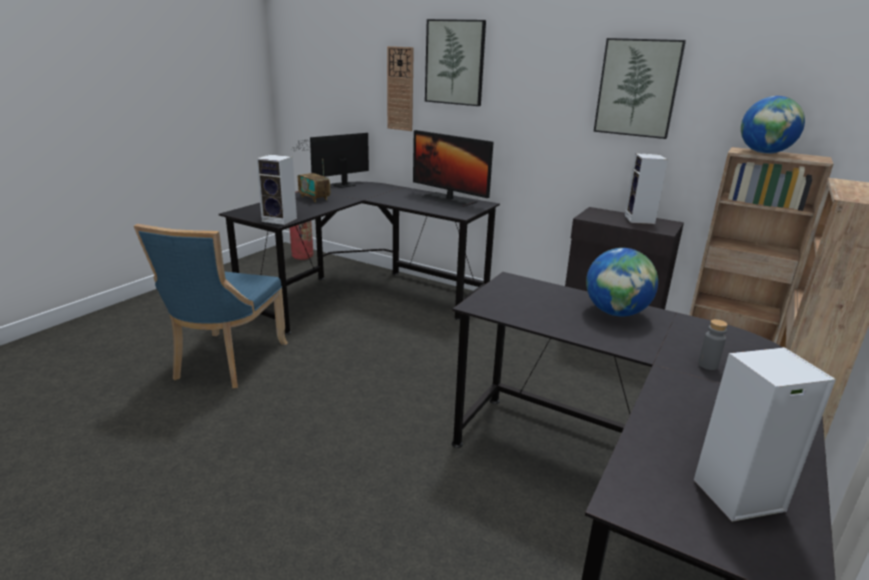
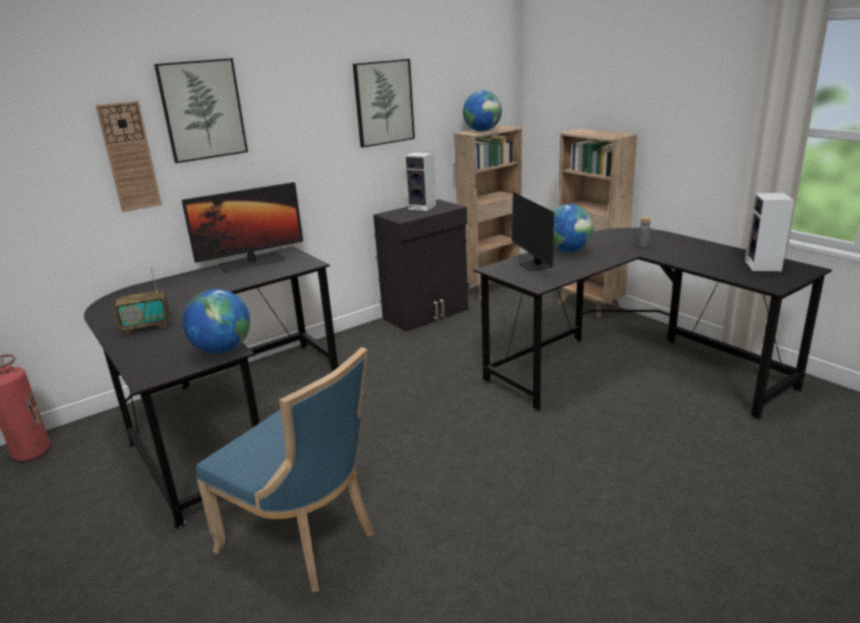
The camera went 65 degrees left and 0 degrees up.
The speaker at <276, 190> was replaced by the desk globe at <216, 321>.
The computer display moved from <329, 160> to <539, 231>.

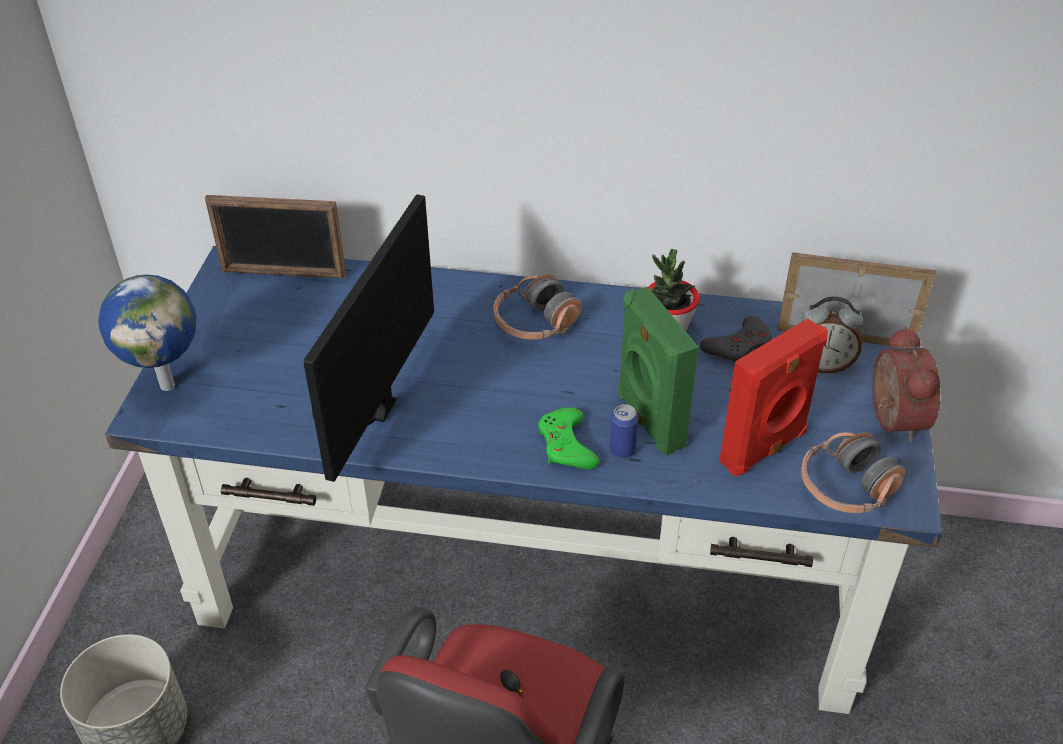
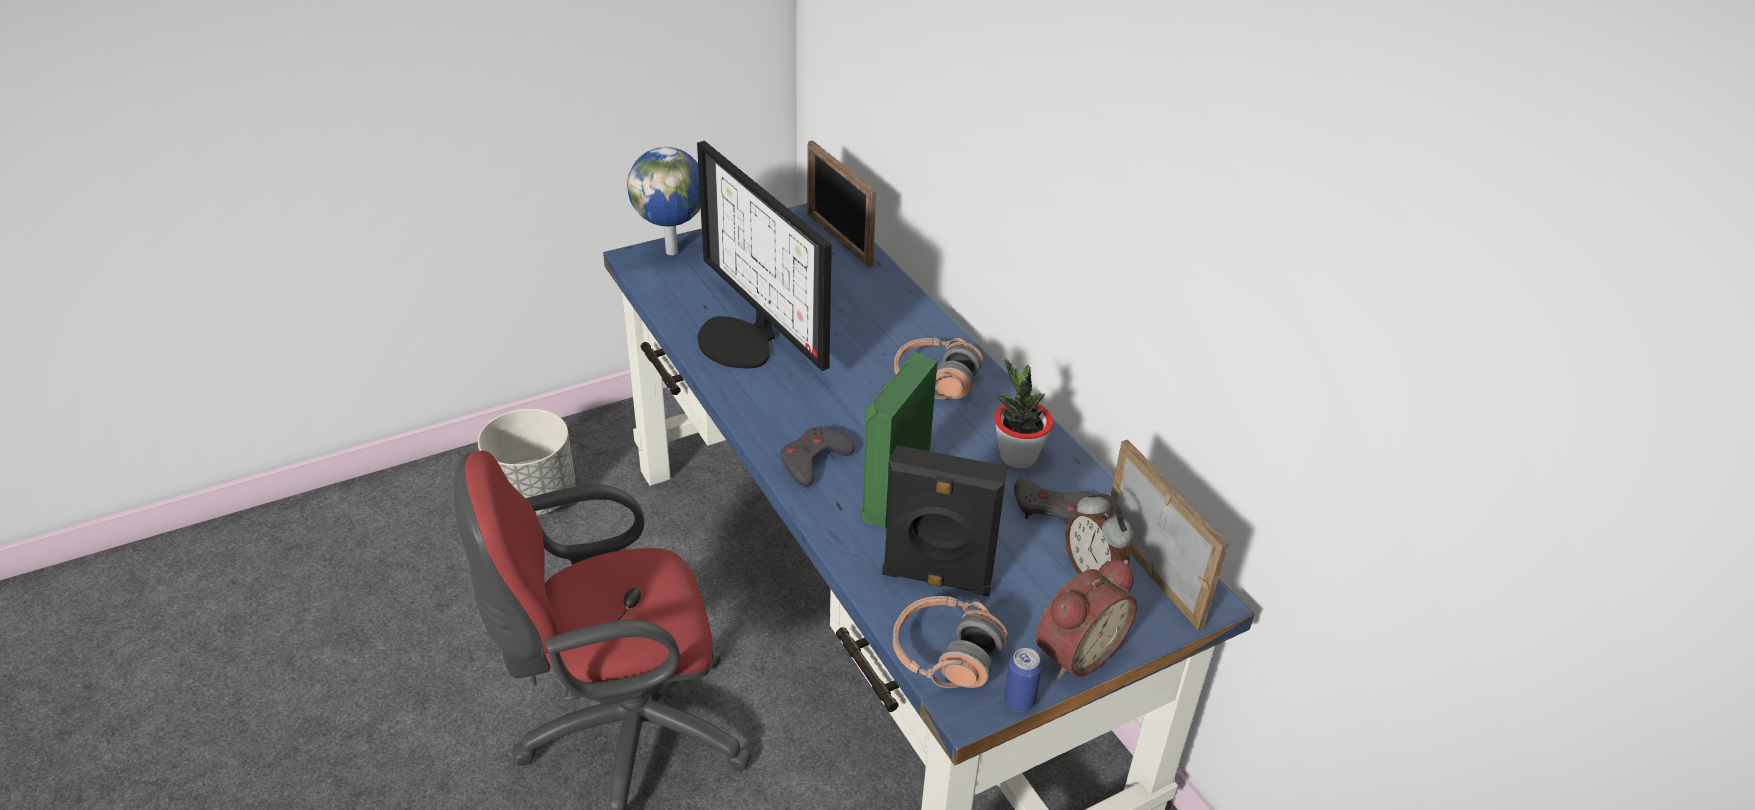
The camera went 50 degrees right and 5 degrees down.
The computer display at <368, 338> turned 105 degrees counterclockwise.
The greenish game controller at <568, 438> became the grey game controller at <818, 456>.
The red speaker at <773, 398> became the black speaker at <944, 521>.
The can moved from <623, 431> to <1023, 680>.

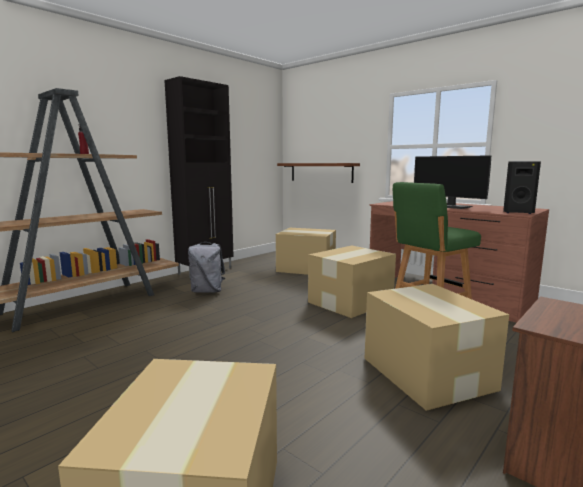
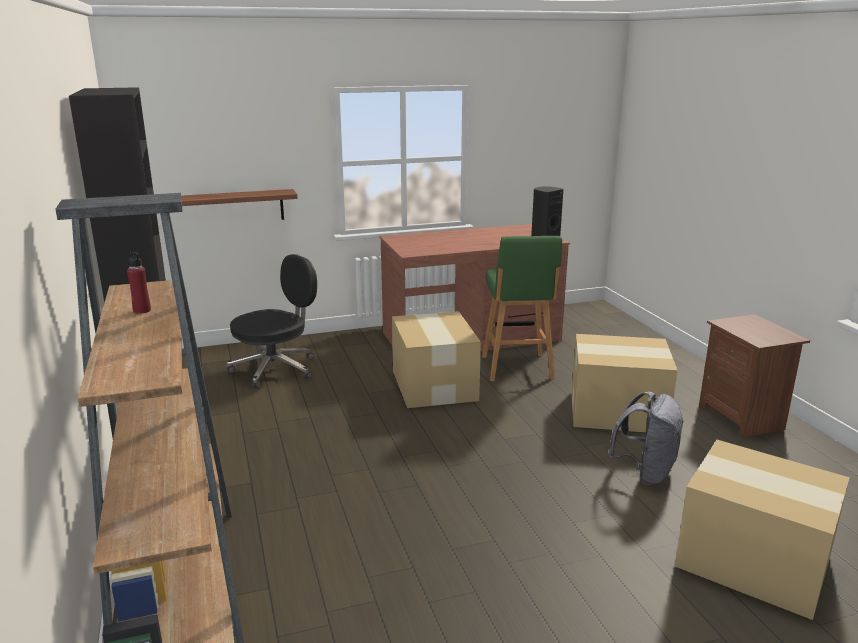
The camera went 60 degrees left and 10 degrees up.
The cardboard box at <306, 251> was replaced by the black computer chair at <272, 321>.
The grey knapsack moved from <206, 267> to <646, 438>.
The computer display at <452, 182> disappeared.

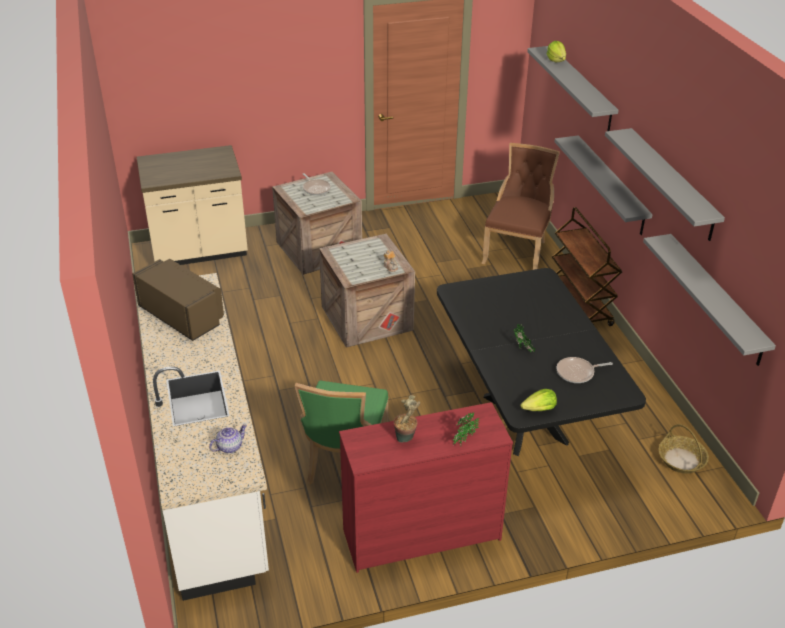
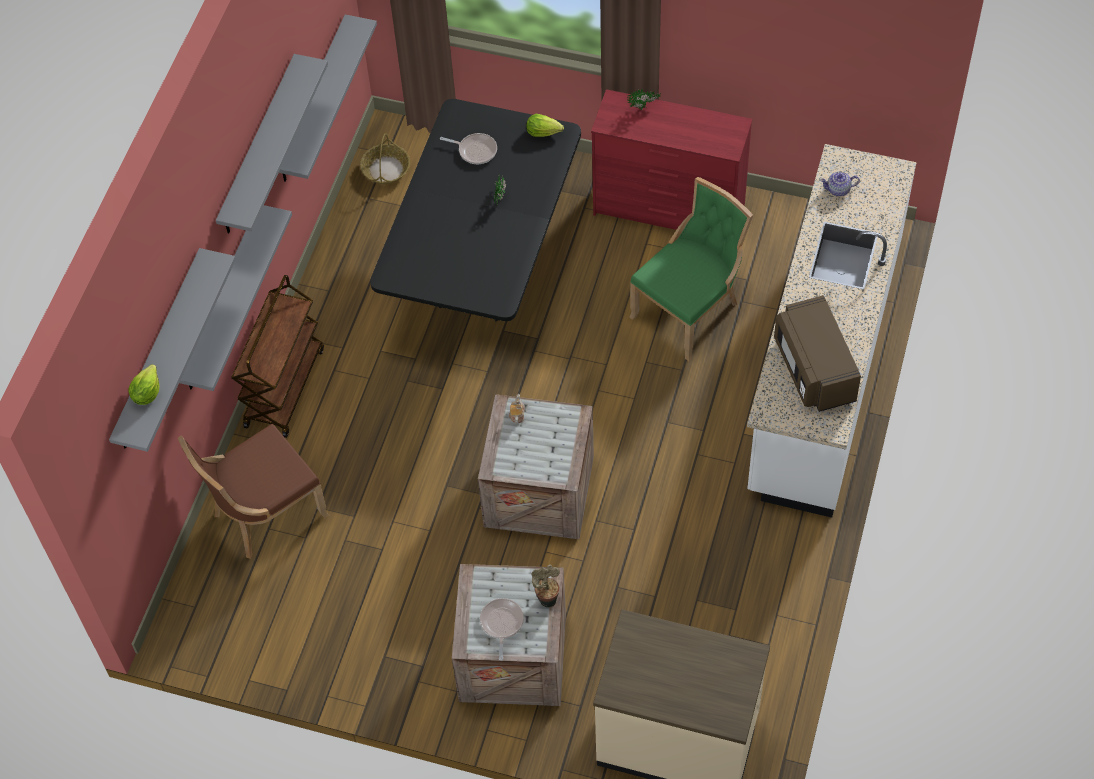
The camera went 145 degrees left and 20 degrees up.
The plant in a pot moved from <407, 418> to <545, 585>.

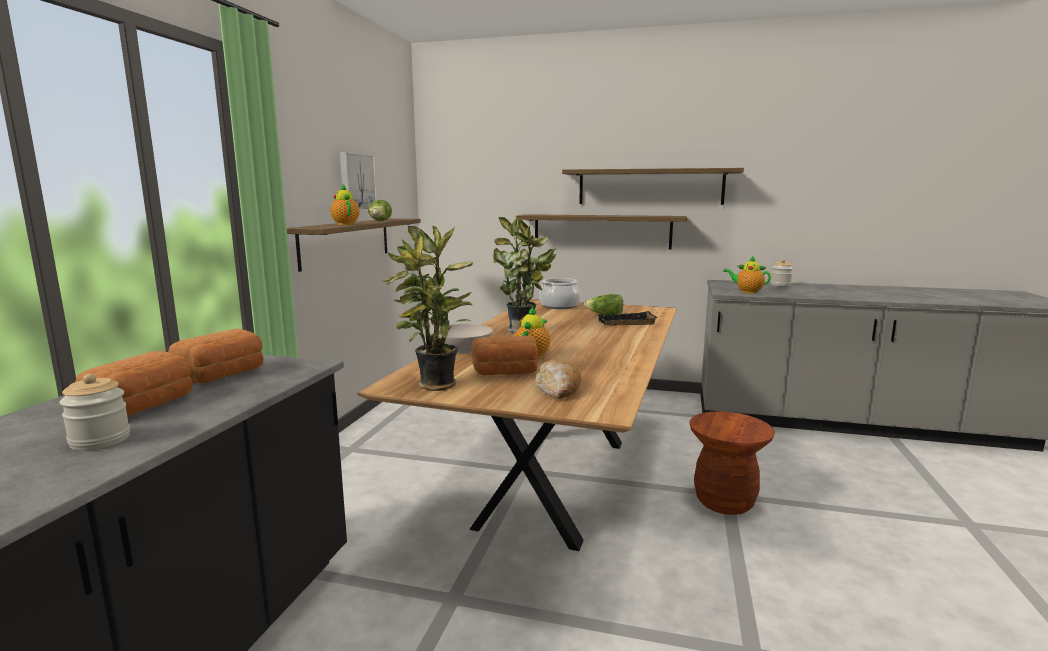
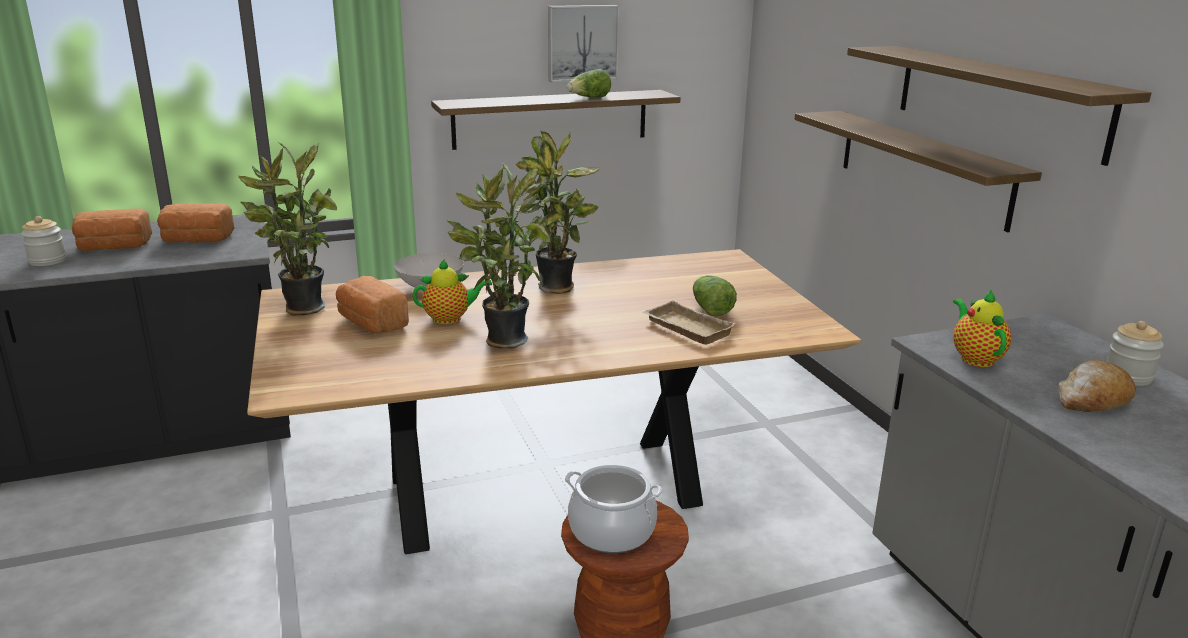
The camera went 55 degrees right and 10 degrees up.
The plant in a pot at <498, 255> appeared.
The saucepot moved from <560, 293> to <613, 509>.
The black serving tray at <627, 318> became the beige-coloured serving tray at <689, 323>.
The bread moved from <558, 379> to <1097, 386>.
The teapot at <344, 204> disappeared.

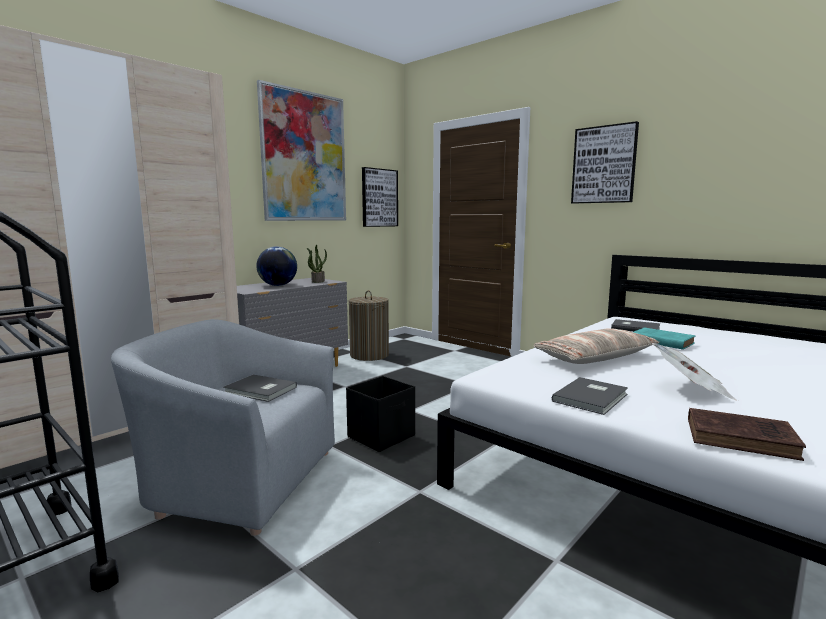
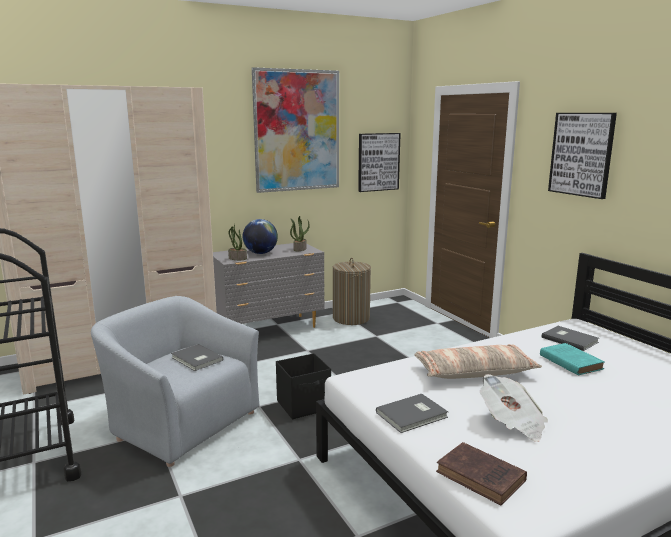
The camera went 20 degrees right and 5 degrees up.
The plant in a pot at <237, 242> appeared.

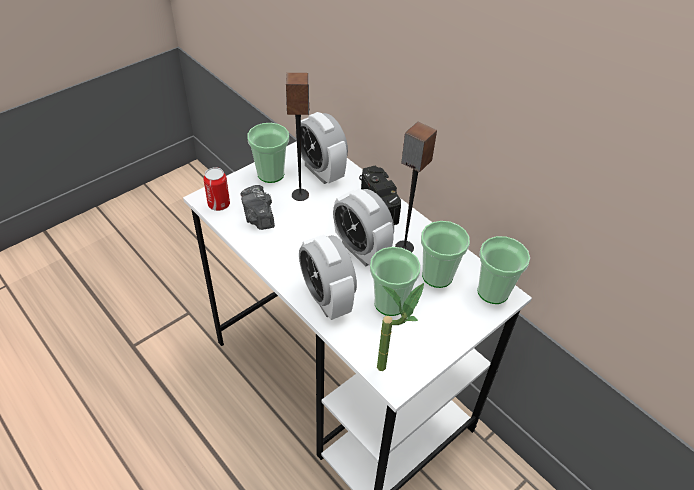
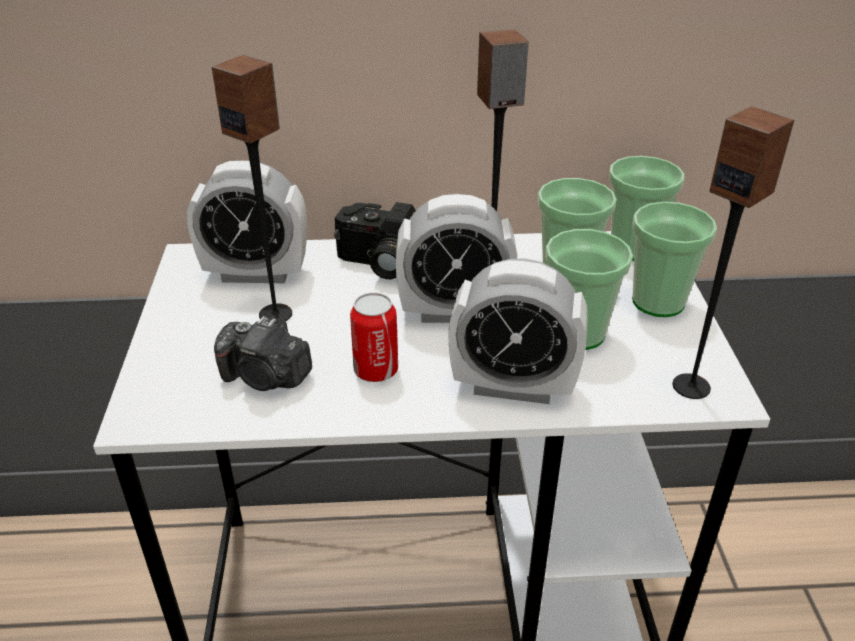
The camera went 50 degrees left and 10 degrees down.
The can moved from <217, 189> to <374, 337>.
The small cup moved from <268, 153> to <674, 259>.
The plant in a pot at <400, 327> was replaced by the speaker at <734, 252>.

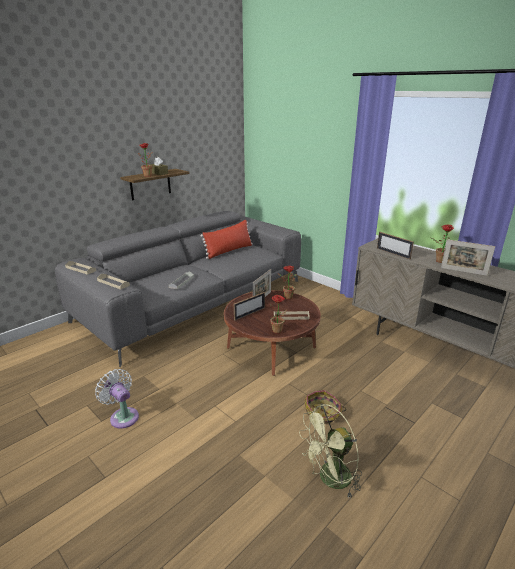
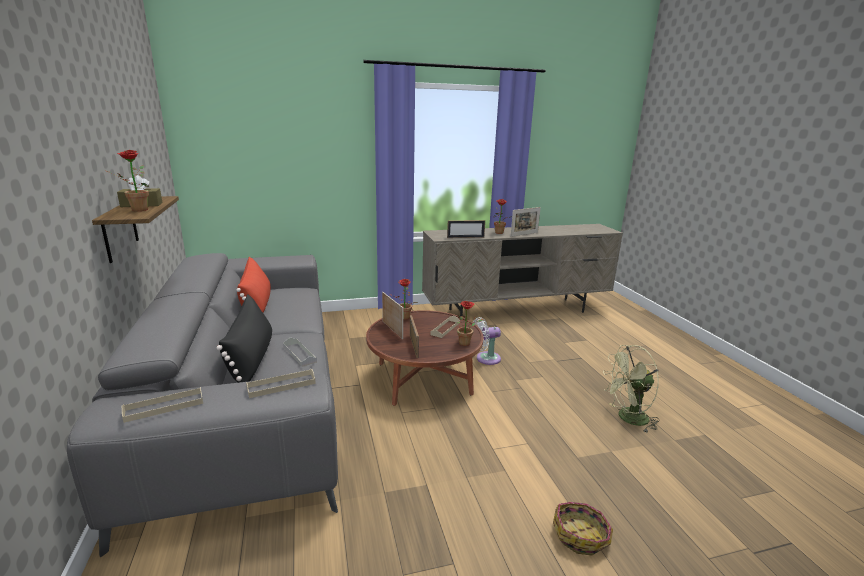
The camera went 60 degrees left and 5 degrees down.
The black throw pillow at <244, 338> appeared.
The white electric fan moved from <117, 399> to <487, 341>.
The household basket moved from <325, 407> to <583, 528>.
The greenish electric fan at <330, 451> turned 75 degrees clockwise.

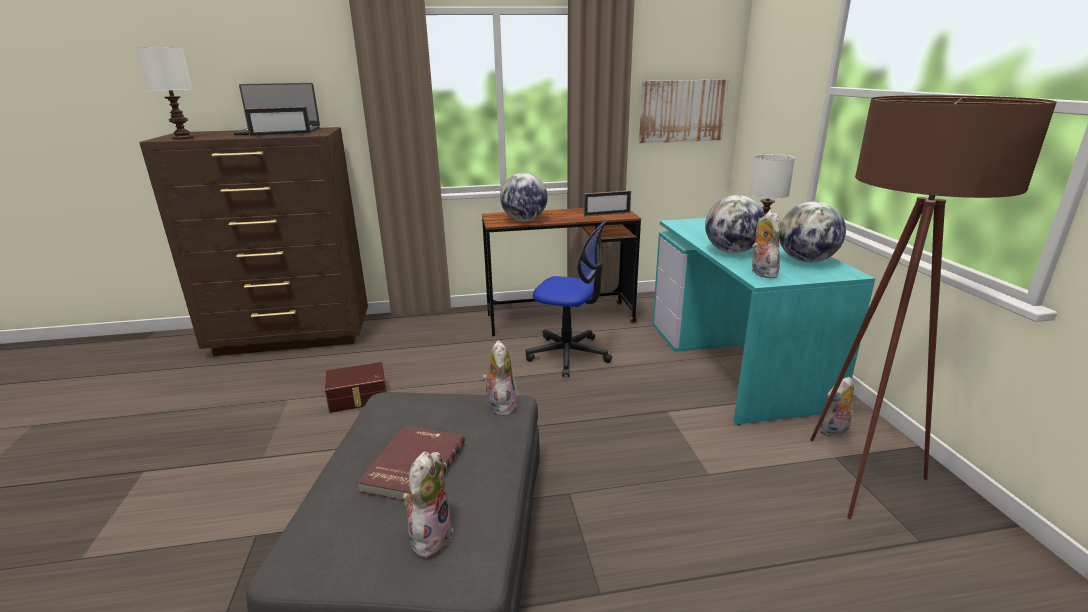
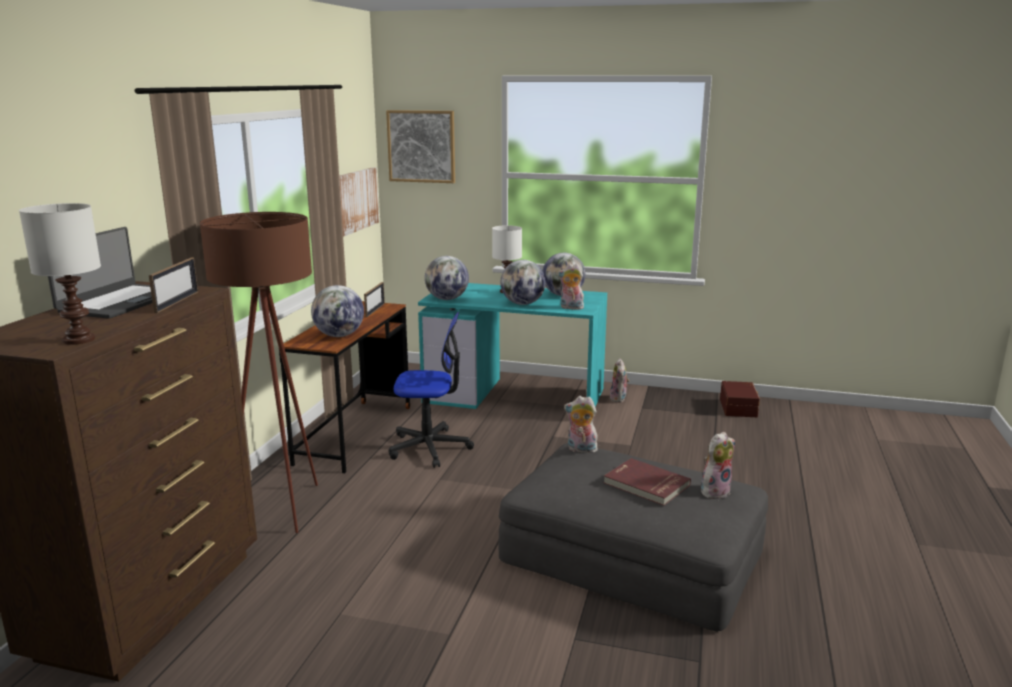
The camera went 65 degrees left and 5 degrees down.
The brown-coloured standing lamp moved from <933, 307> to <259, 372>.
The wall art at <420, 146> appeared.
The computer chair at <569, 298> turned 45 degrees clockwise.
The desk globe at <447, 278> appeared.
The cuddly toy at <428, 504> turned 105 degrees clockwise.
The brown-coloured storage box moved from <355, 387> to <740, 399>.

